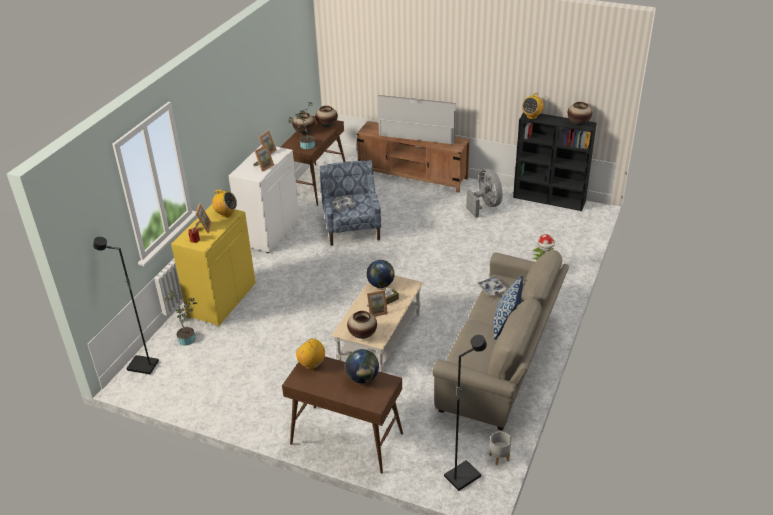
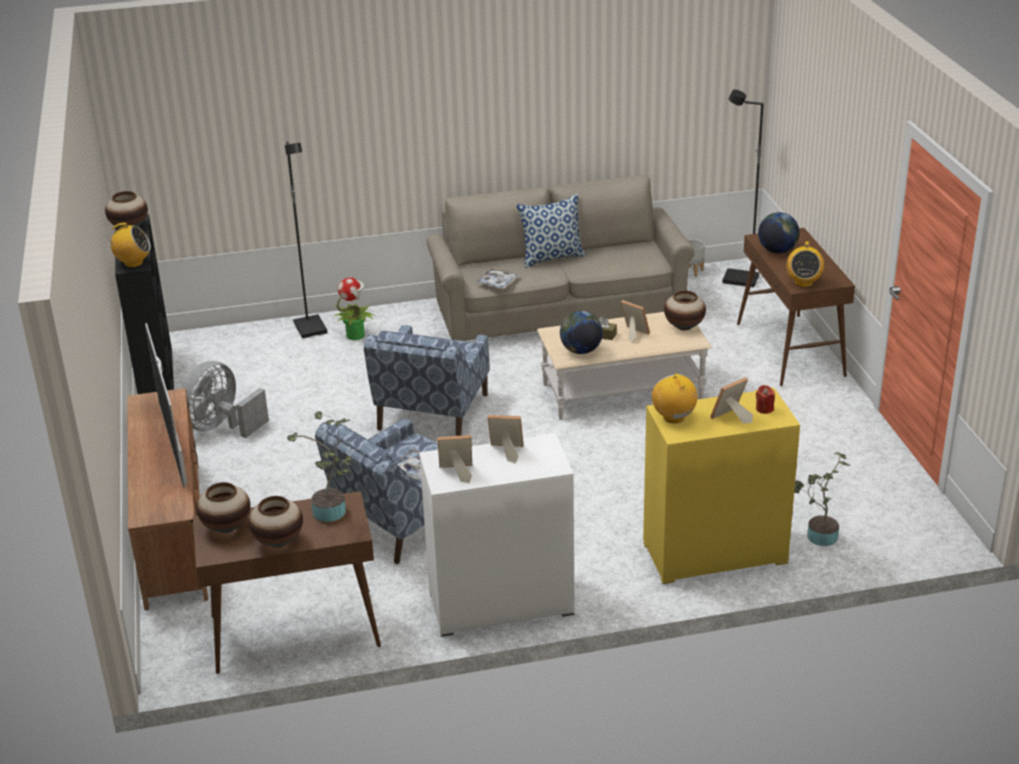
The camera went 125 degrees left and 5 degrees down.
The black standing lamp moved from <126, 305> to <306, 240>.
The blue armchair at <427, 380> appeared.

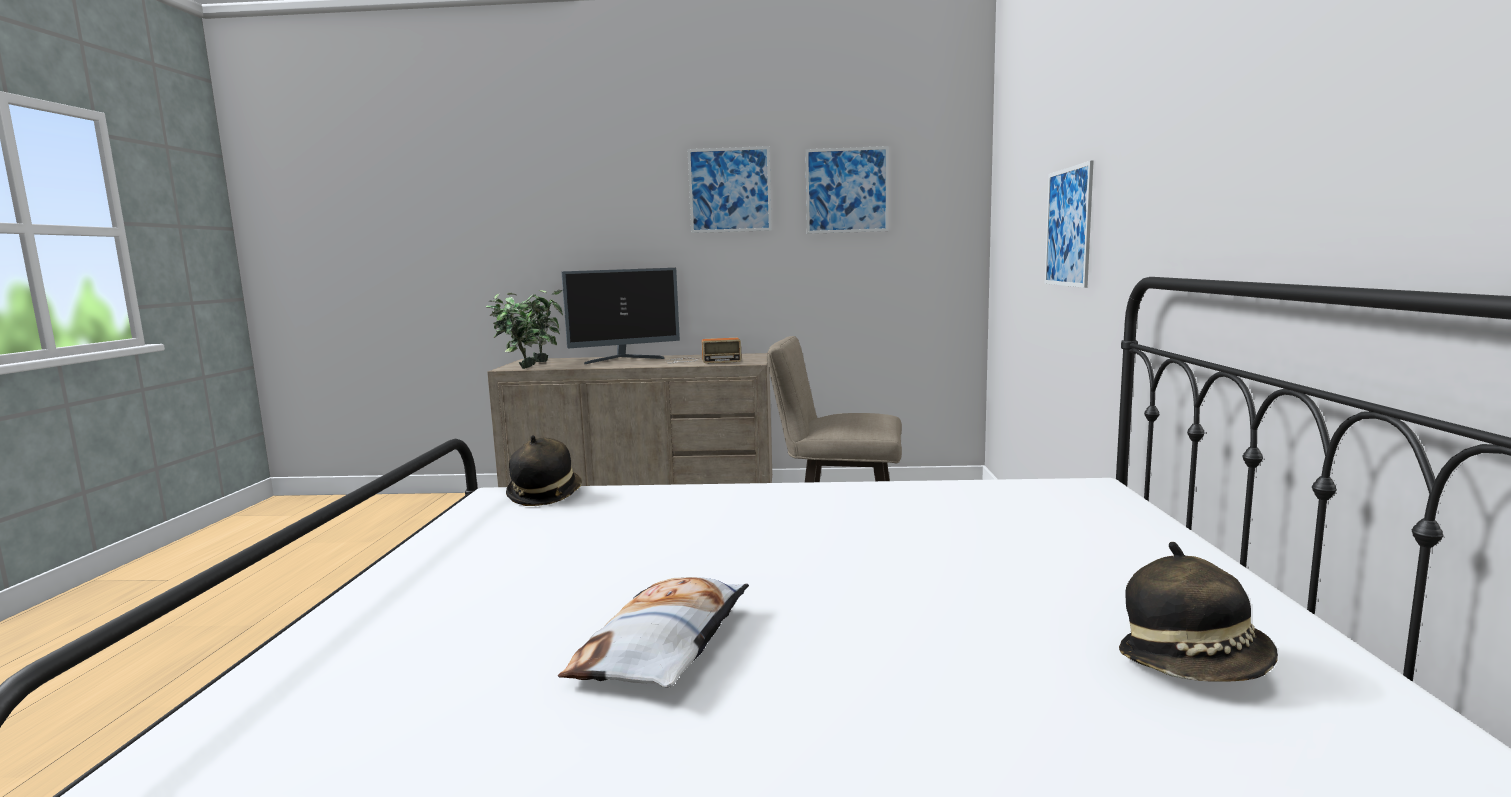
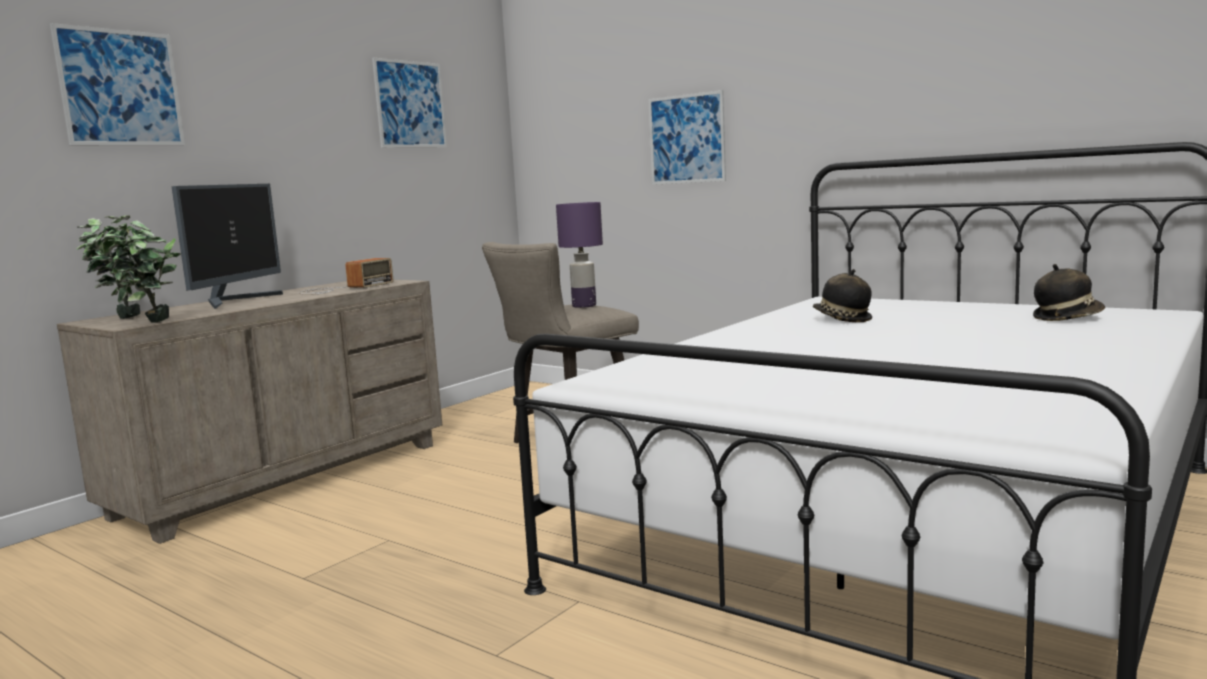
The camera went 55 degrees left and 0 degrees up.
The wall art moved from <729, 189> to <117, 84>.
The purple-coloured lamp for a table at <579, 255> appeared.
The wearable hat moved from <544, 470> to <842, 295>.
The throw pillow at <653, 632> disappeared.

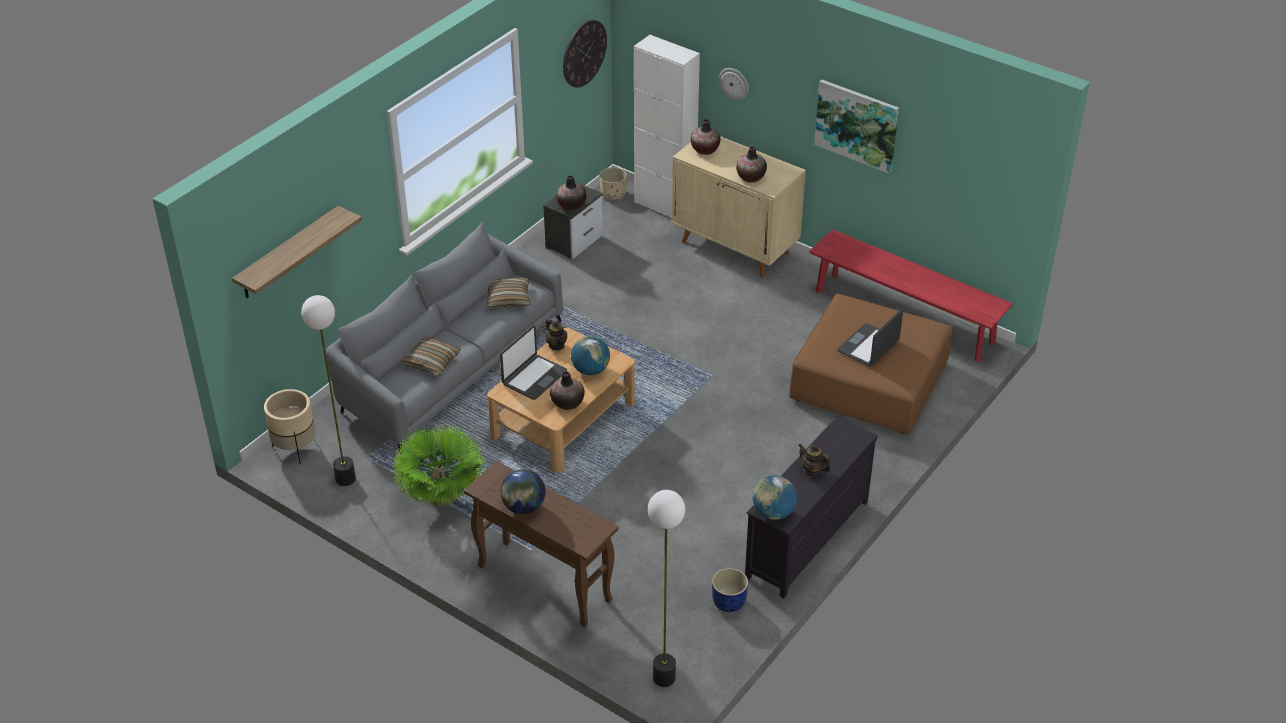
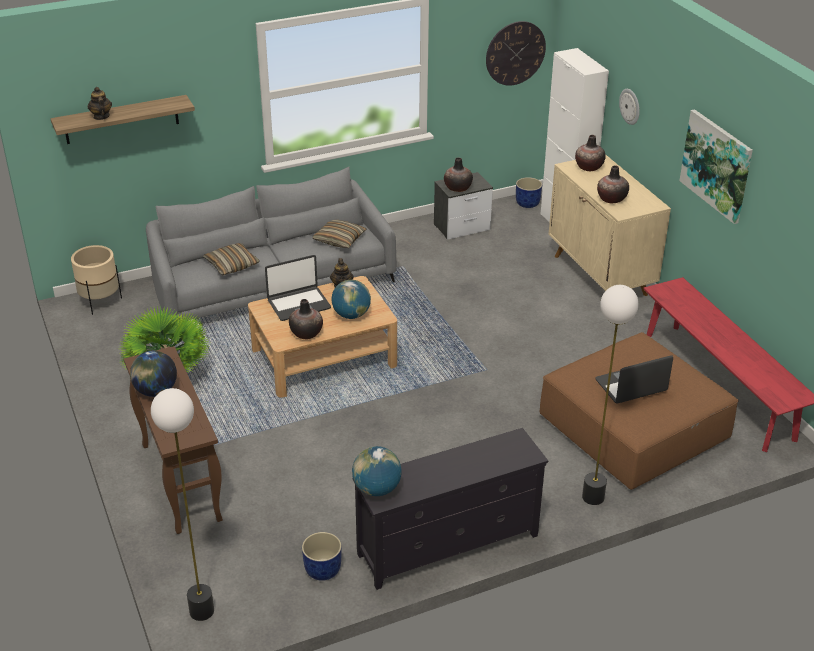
The camera went 30 degrees right and 5 degrees down.
The teapot moved from <814, 460> to <100, 103>.
The beige-coloured flower pot at <613, 183> became the blue flower pot at <529, 192>.
The standing lamp moved from <328, 390> to <610, 395>.

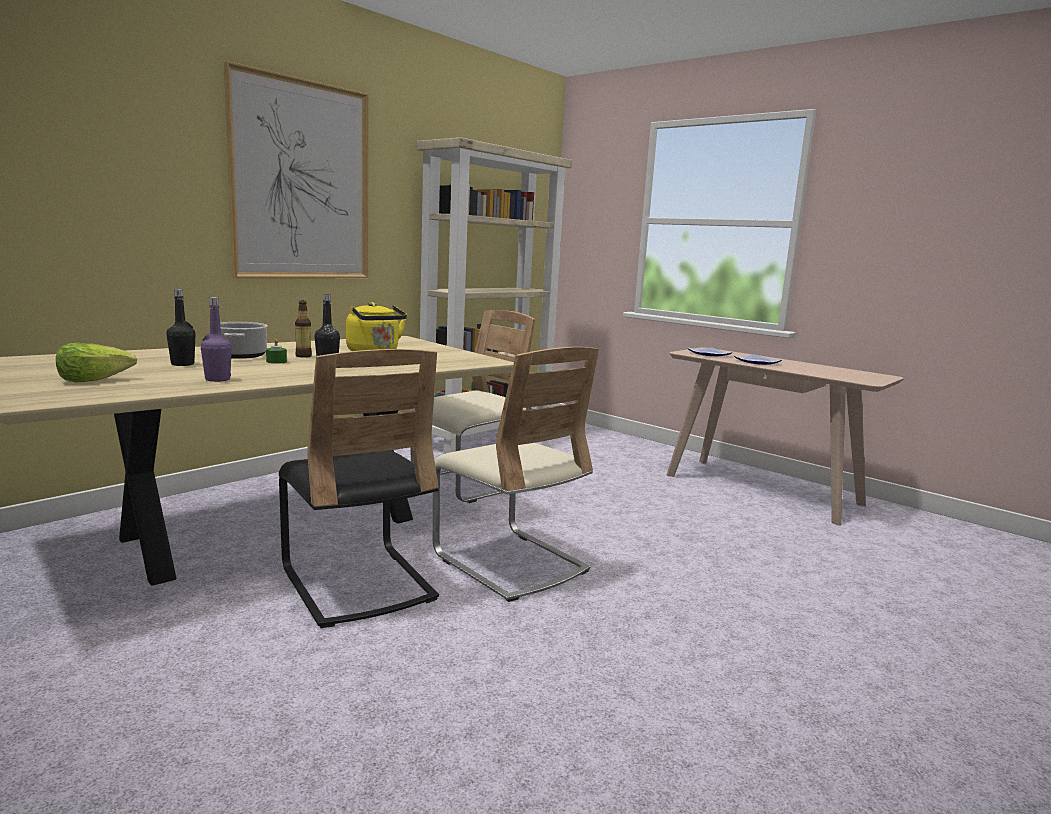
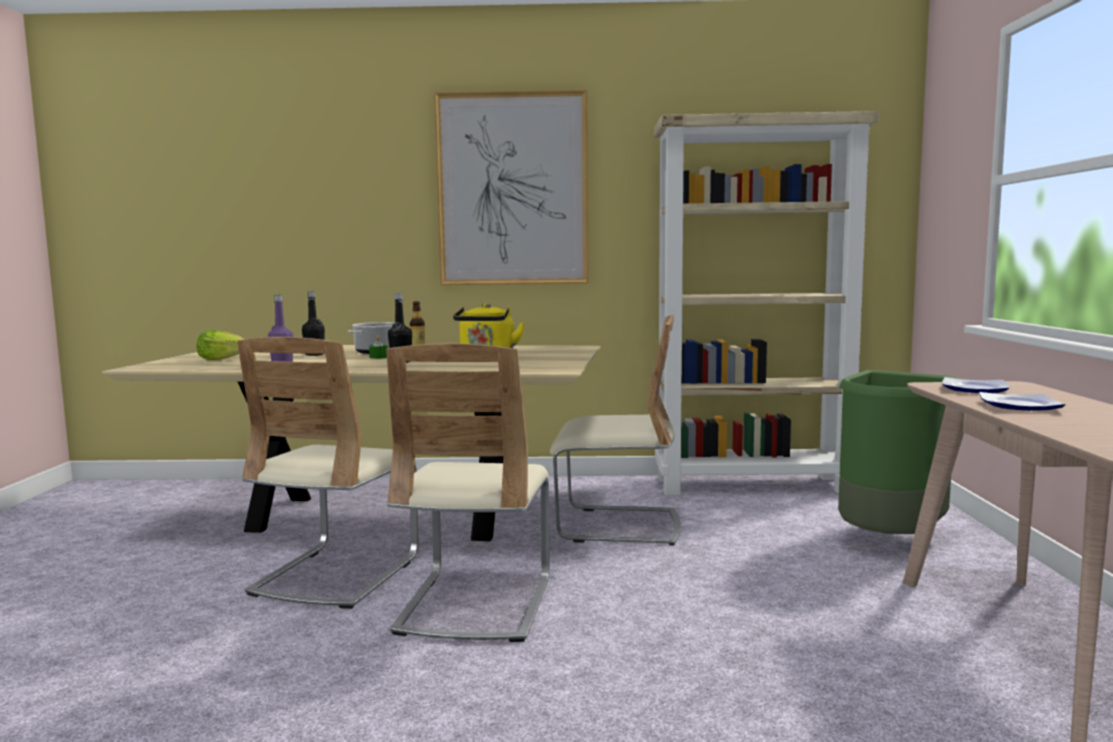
The camera went 50 degrees right and 5 degrees down.
The black chair at <359, 488> became the beige-coloured chair at <327, 473>.
The greenish rubbish bin at <897, 452> appeared.

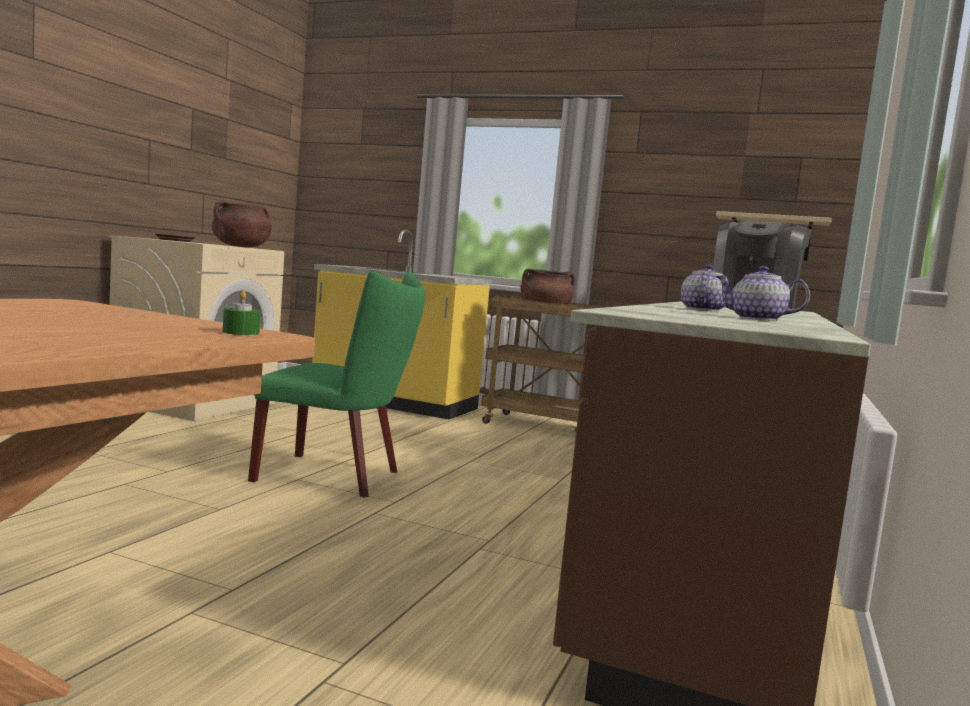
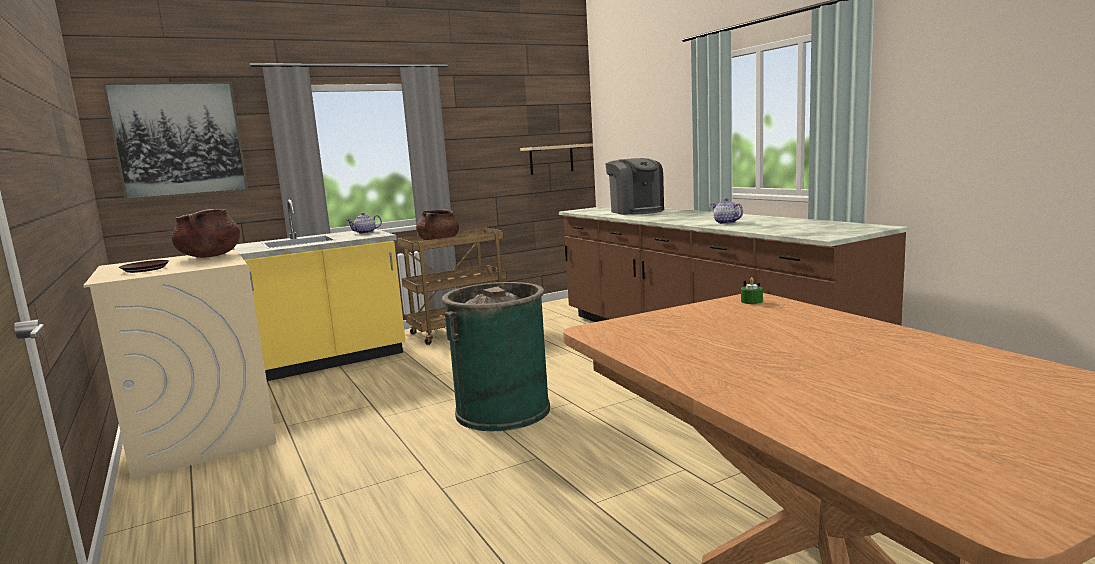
The camera went 50 degrees left and 5 degrees up.
The wall art at <175, 141> appeared.
The teapot moved from <762, 293> to <364, 223>.
The greenish chair at <336, 384> was replaced by the greenish rubbish bin at <496, 356>.

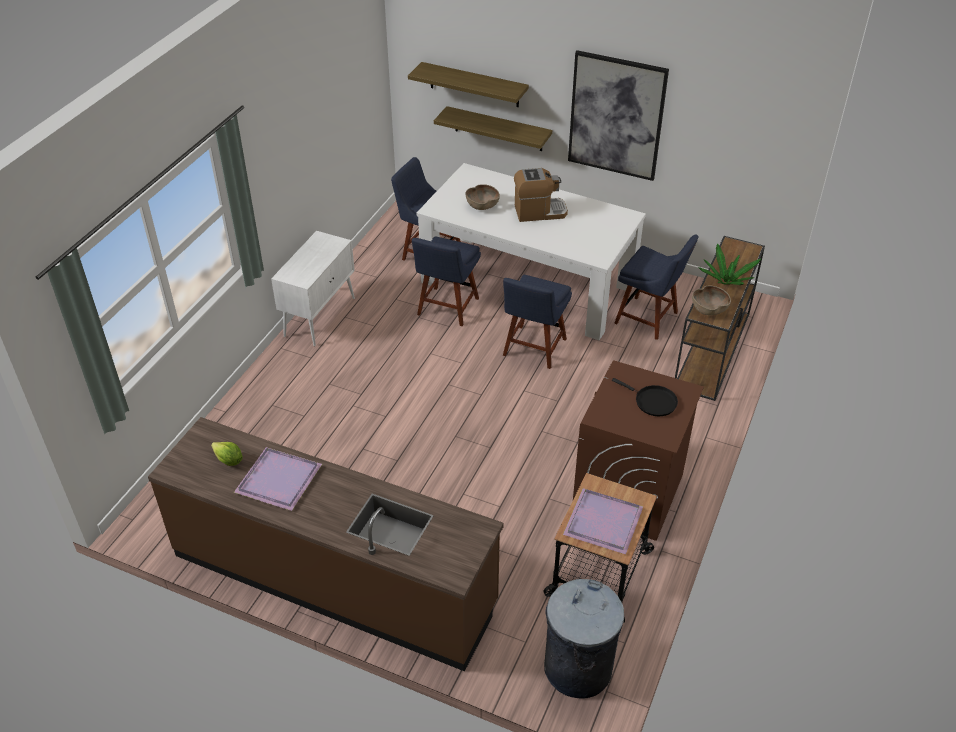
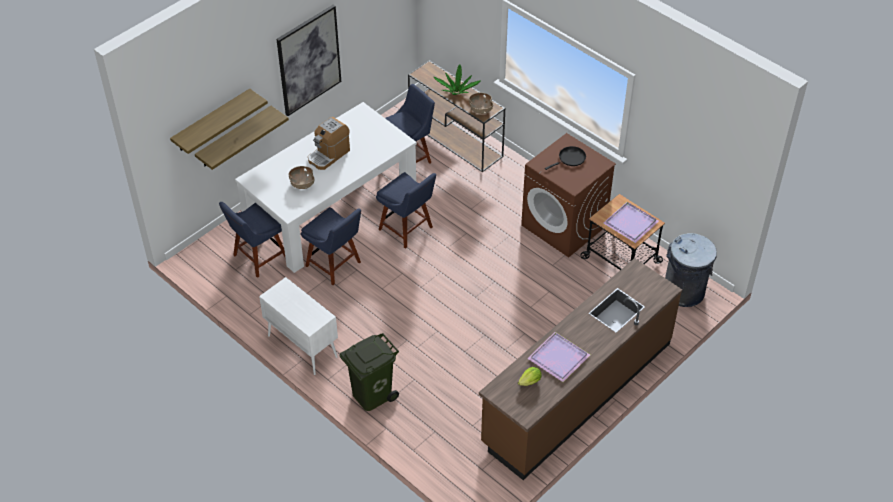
The camera went 70 degrees left and 5 degrees up.
The coffee brewer at <541, 195> turned 150 degrees counterclockwise.
The greenish rubbish bin at <369, 372> appeared.

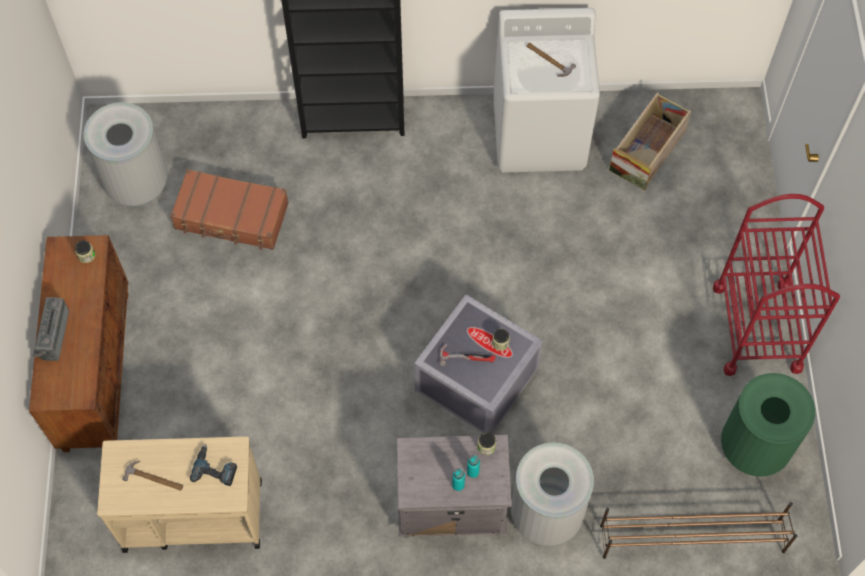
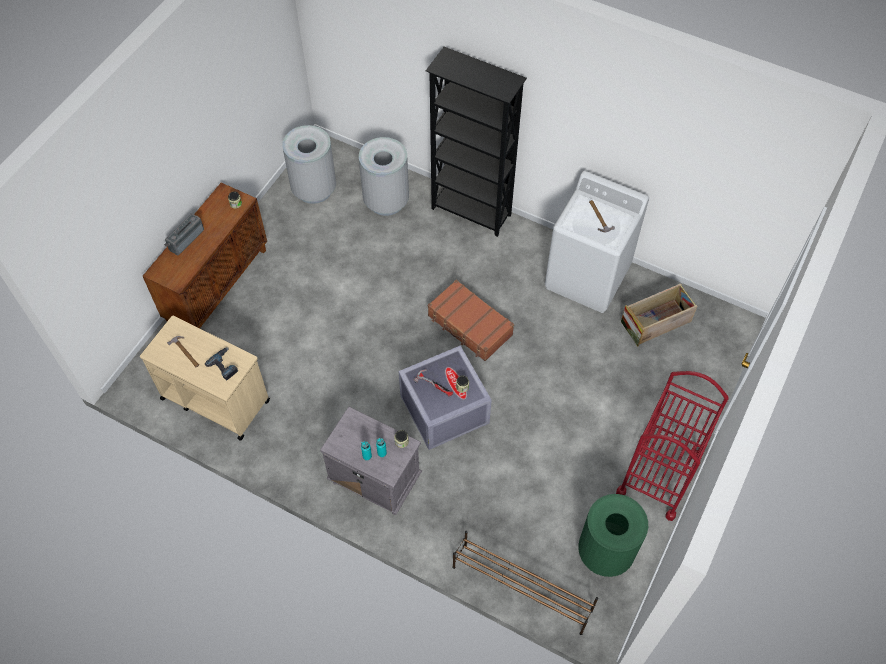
The camera went 30 degrees right and 5 degrees down.
The grey rubbish bin moved from <552, 494> to <384, 176>.
The brown-coloured suitcase moved from <229, 209> to <471, 320>.

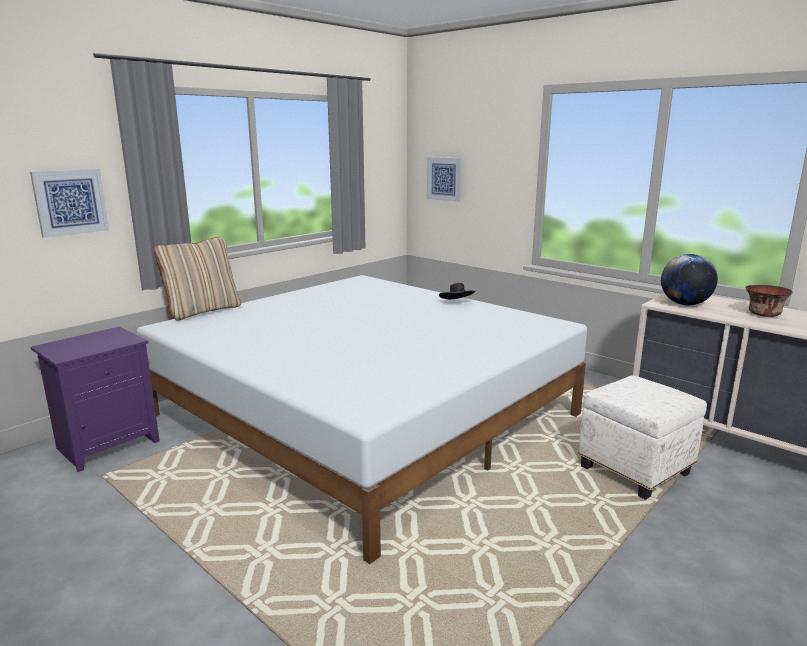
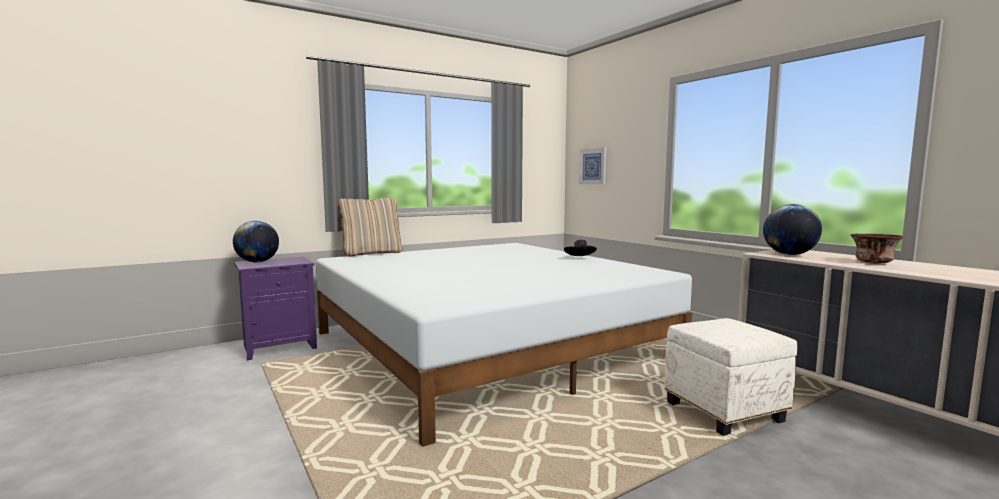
The camera went 15 degrees right and 10 degrees down.
The desk globe at <256, 242> appeared.
The wall art at <69, 203> disappeared.

